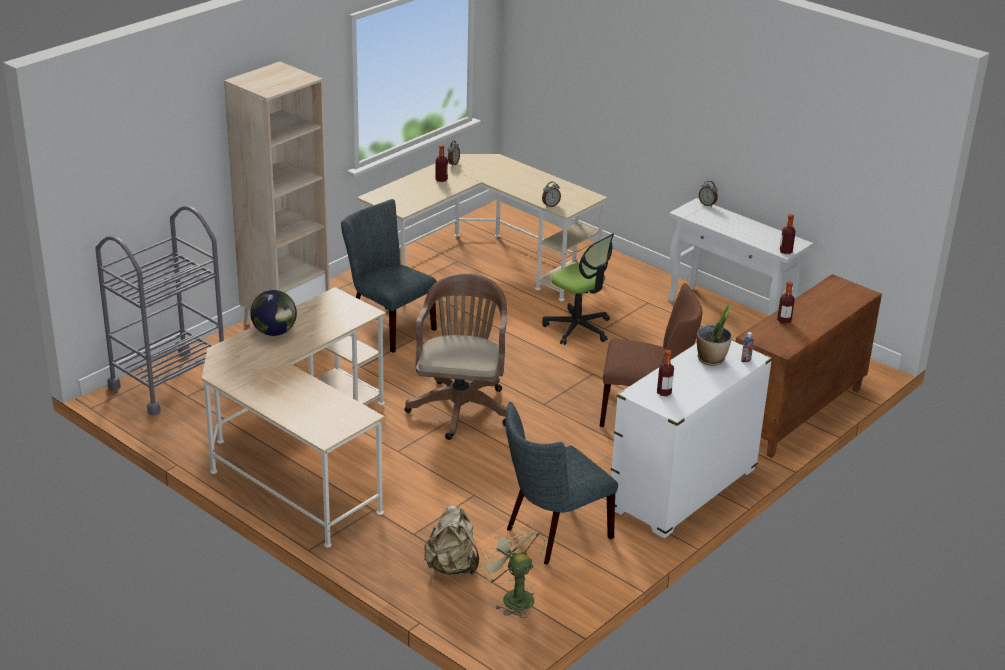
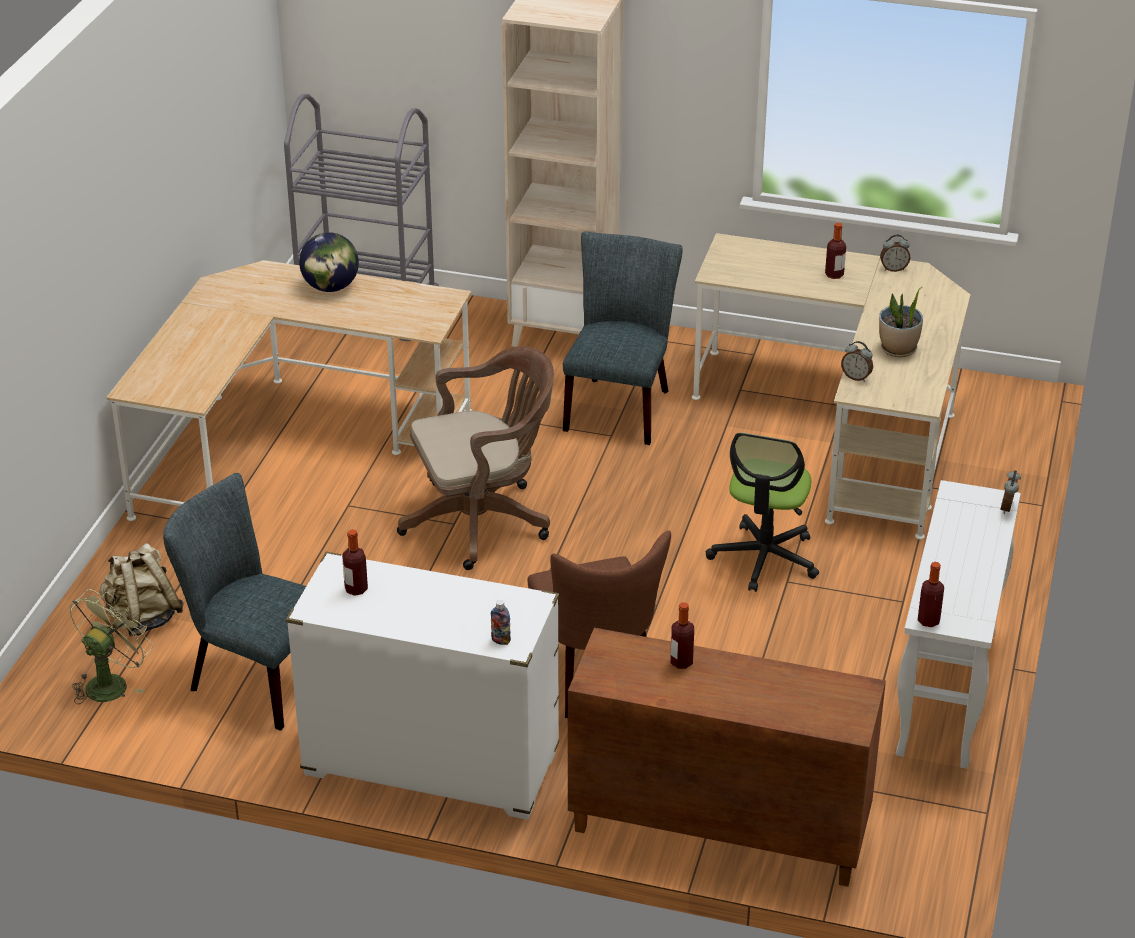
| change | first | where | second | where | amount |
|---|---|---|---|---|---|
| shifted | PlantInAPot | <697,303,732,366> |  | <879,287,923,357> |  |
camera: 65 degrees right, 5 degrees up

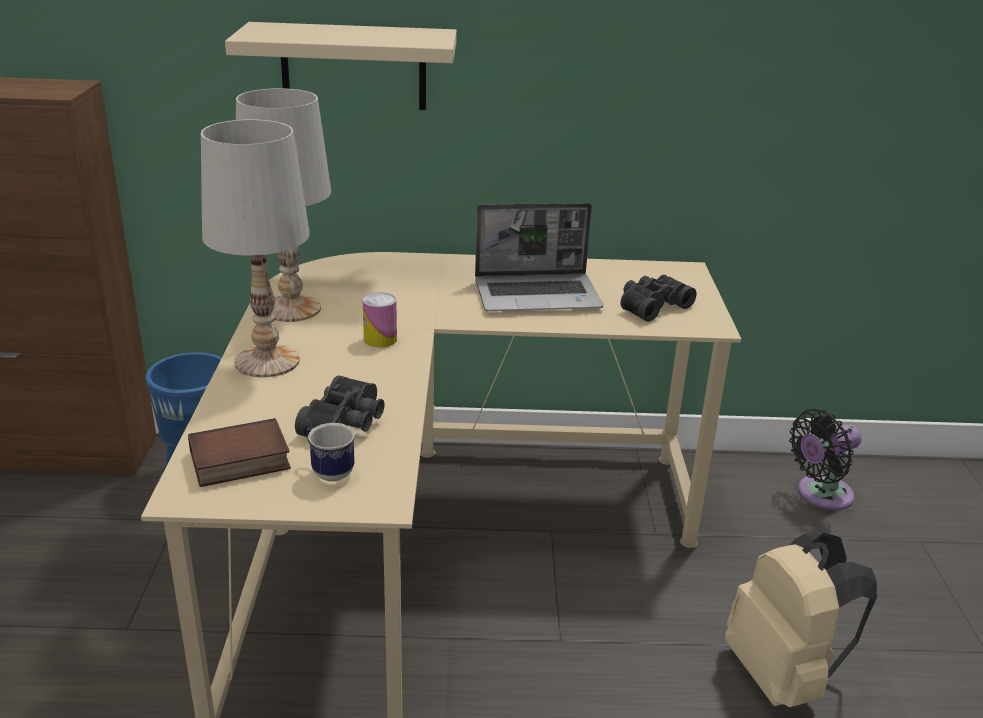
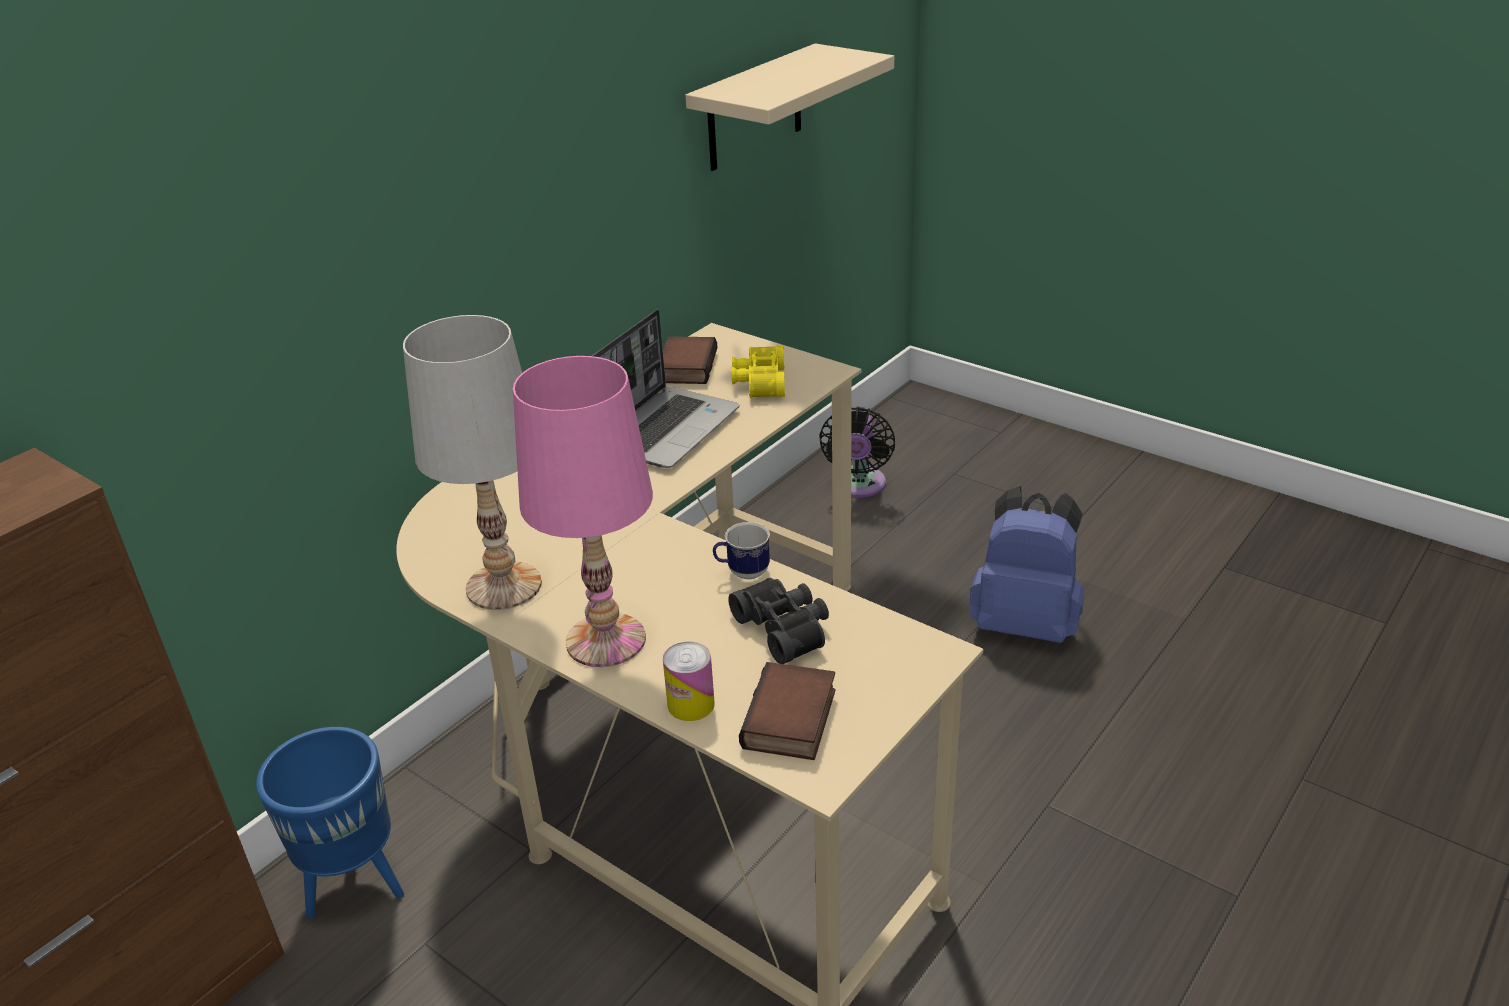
| change | first | where | second | where | amount |
|---|---|---|---|---|---|
| repainted | WhitishLampForATable | <201,119,310,378> | PinkColouredLampForATable | <513,356,653,667> |  |
| shifted | BeigeShelf | <225,22,457,110> |  | <685,44,894,171> |  |
| shifted | CoffeeMug | <306,423,355,482> |  | <713,522,770,579> |  |
| shifted | Can | <363,292,397,347> |  | <663,642,715,721> |  |
| repainted | BlackishFieldGlasses | <620,275,697,322> | YellowishFieldGlasses | <732,346,785,398> |  |
| repainted | BeigeKnapsack | <725,530,877,707> | BlueColouredKnapsack | <969,486,1084,643> |  |
| new |  |  | Volume | <663,336,717,384> |  |
camera: 50 degrees left, 5 degrees up

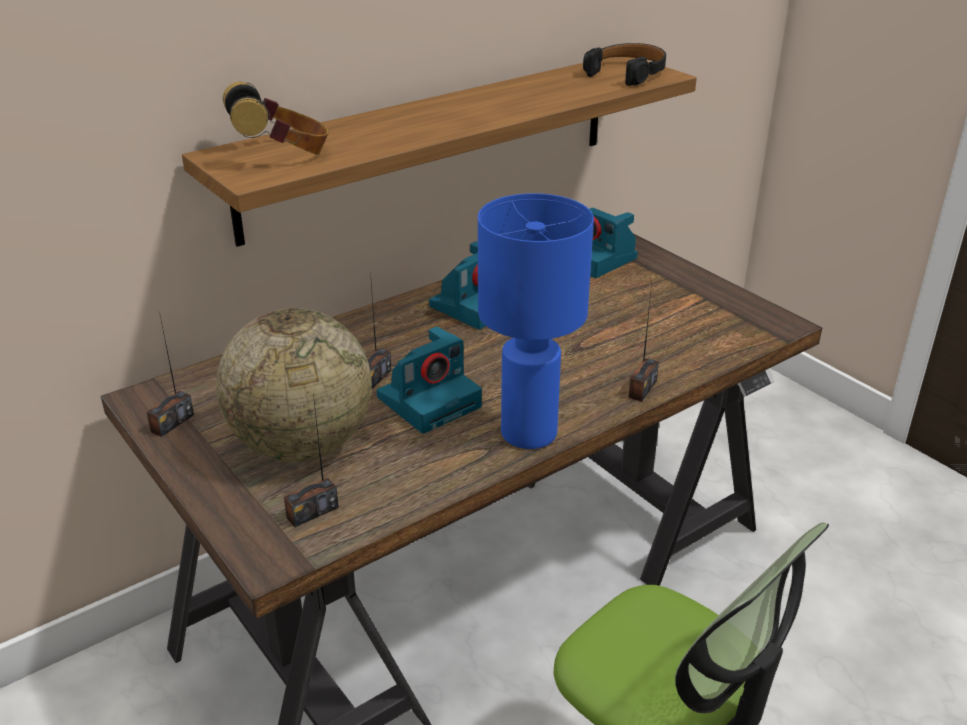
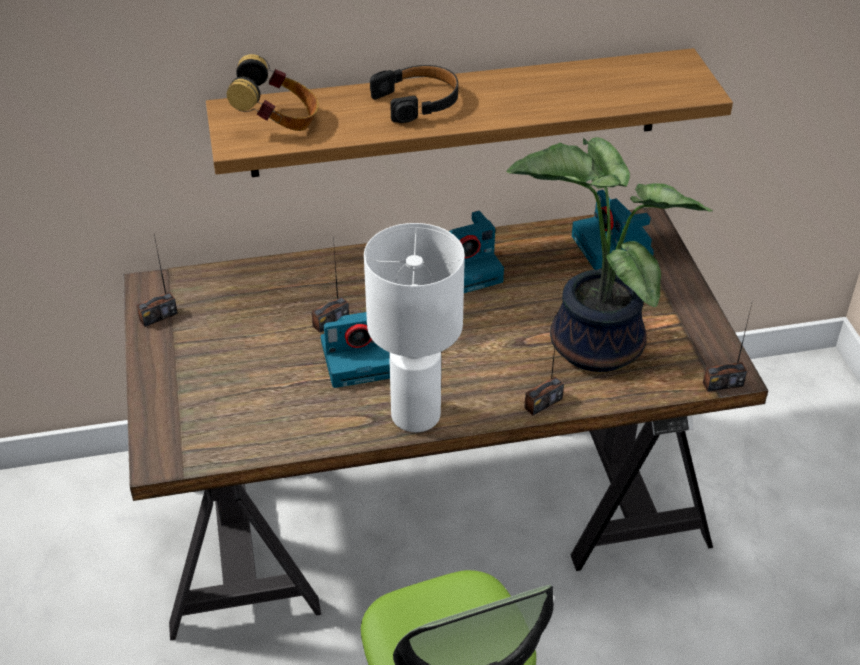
| change | first | where | second | where | amount |
|---|---|---|---|---|---|
| gone | Globe | <216,308,372,462> |  |  |  |
| shifted | RadioSet | <284,393,339,527> |  | <703,304,752,392> |  |
| repainted | BlueColouredLampForATable | <478,193,594,449> | WhitishLampForATable | <364,223,465,432> |  |
| shifted | BlackishHeadphones | <583,43,666,86> |  | <370,65,458,123> |  |
| new |  |  | PlantInAPot | <507,137,713,372> |  |
camera: 25 degrees right, 10 degrees up

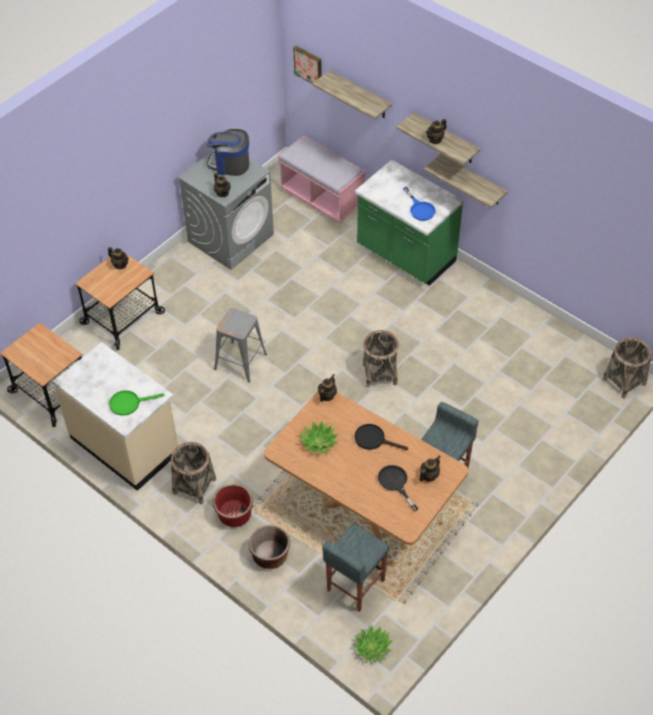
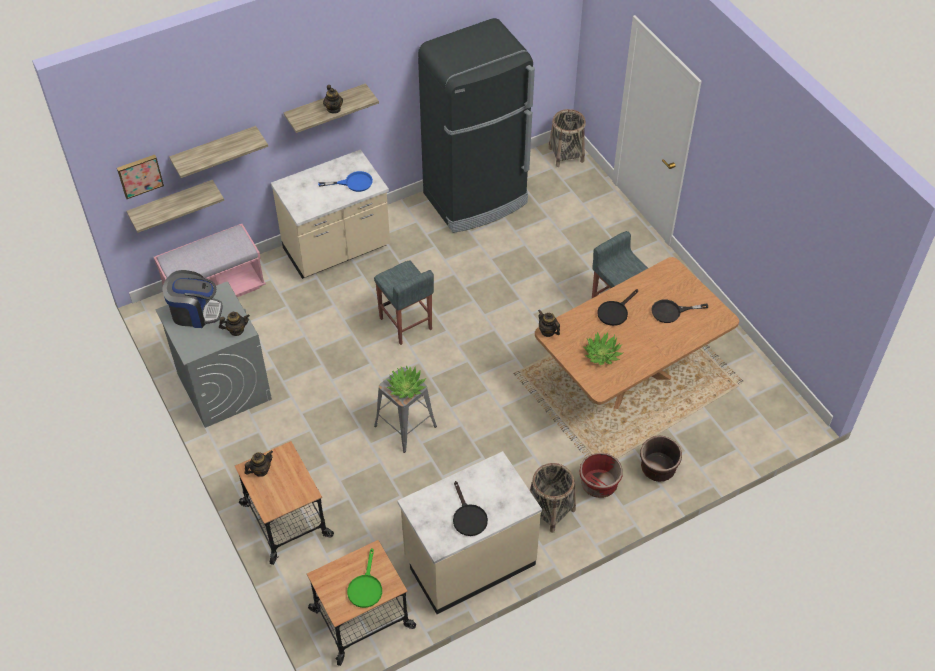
| change | first | where | second | where | amount |
|---|---|---|---|---|---|
| shifted | GreenishSkillet | <109,390,164,416> |  | <347,549,382,608> |  |
| rotated | CoffeeMachine | <206,129,249,176> |  | <163,270,223,328> | 120 degrees counterclockwise |
| shifted | GrayStoolSeat | <322,524,389,612> |  | <374,261,434,345> |  |
| shifted | PlantInAPot | <353,625,393,663> |  | <386,366,427,398> |  |
| repainted | GreenishKitchenCounter | <355,160,464,286> | BeigeKitchenCounter | <271,149,390,279> |  |
| gone | StorageBasket | <362,330,399,388> |  |  |  |
| gone | PotForTea | <419,455,441,482> |  |  |  |
| shifted | Shelf | <424,154,508,208> |  | <126,180,224,233> |  |
| new |  |  | BlackishRefrigerator | <418,18,535,233> |  |
| new |  |  | BlackishSkillet | <453,481,488,536> |  |
camera: 70 degrees left, 0 degrees up

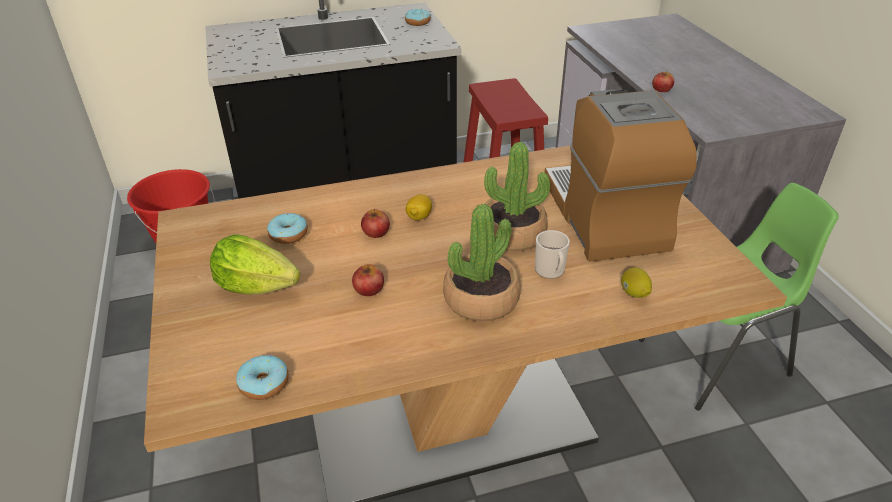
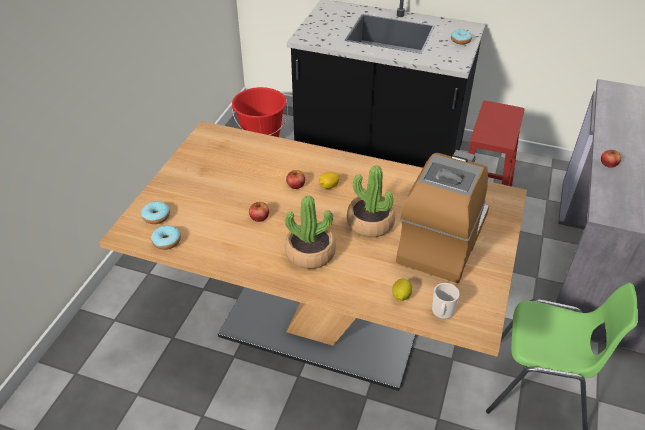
| change | first | where | second | where | amount |
|---|---|---|---|---|---|
| gone | Lettuce | <210,235,300,294> |  |  |  |
| shifted | RingDoughnut | <267,213,308,244> |  | <141,201,170,224> |  |
| shifted | CoffeeMug | <535,230,570,279> |  | <432,283,459,319> |  |
camera: 35 degrees right, 5 degrees up

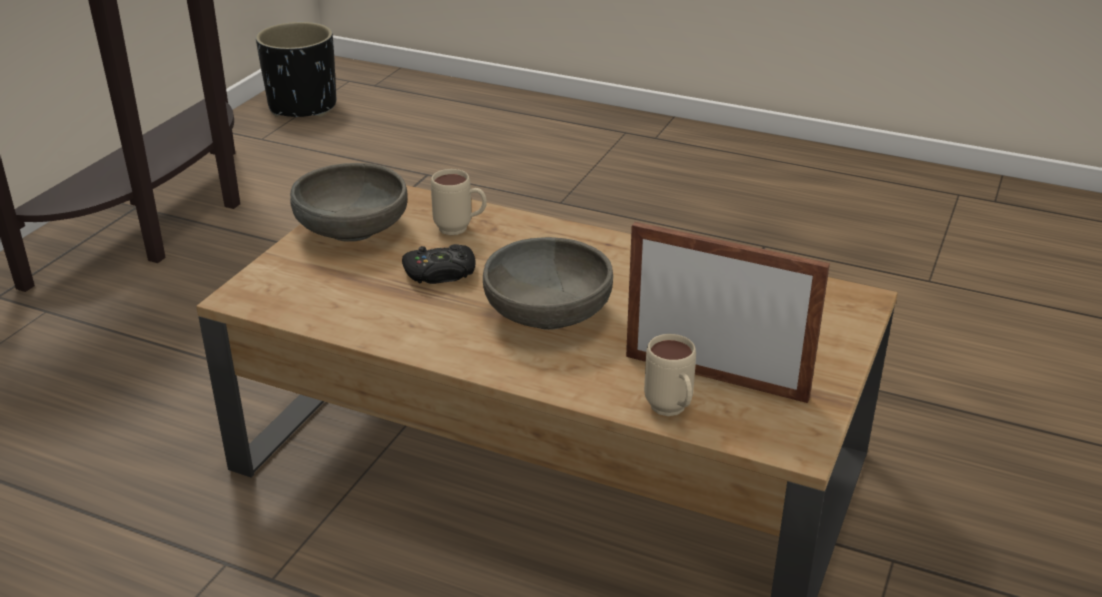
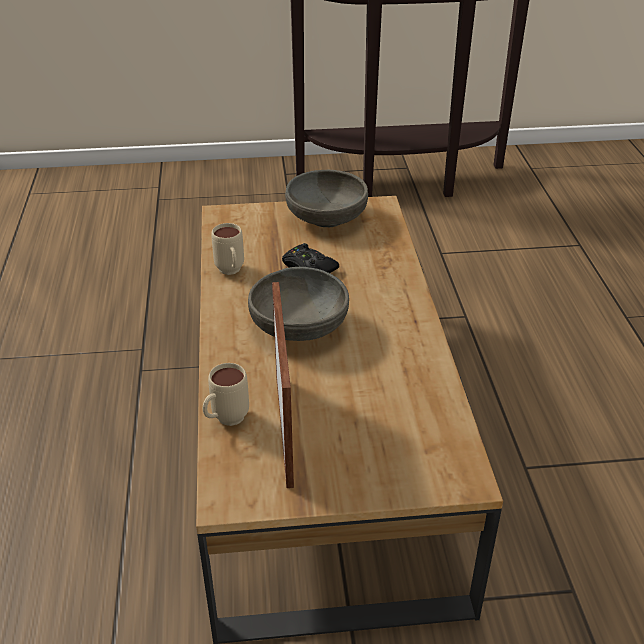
| change | first | where | second | where | amount |
|---|---|---|---|---|---|
| gone | BlackishPlantPot | <256,22,336,117> |  |  |  |
| shifted | BeigeCoffeeMug | <431,169,487,235> |  | <211,223,244,275> |  |
camera: 60 degrees right, 5 degrees up

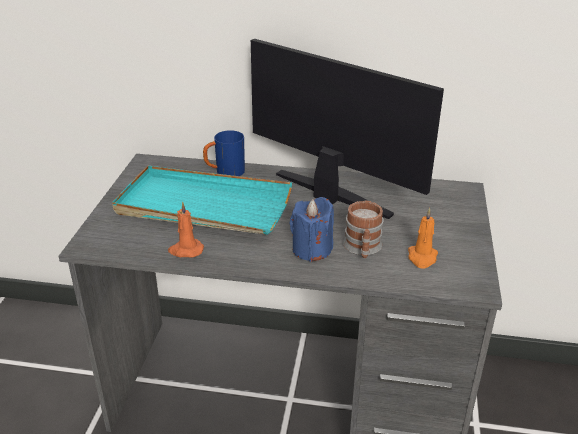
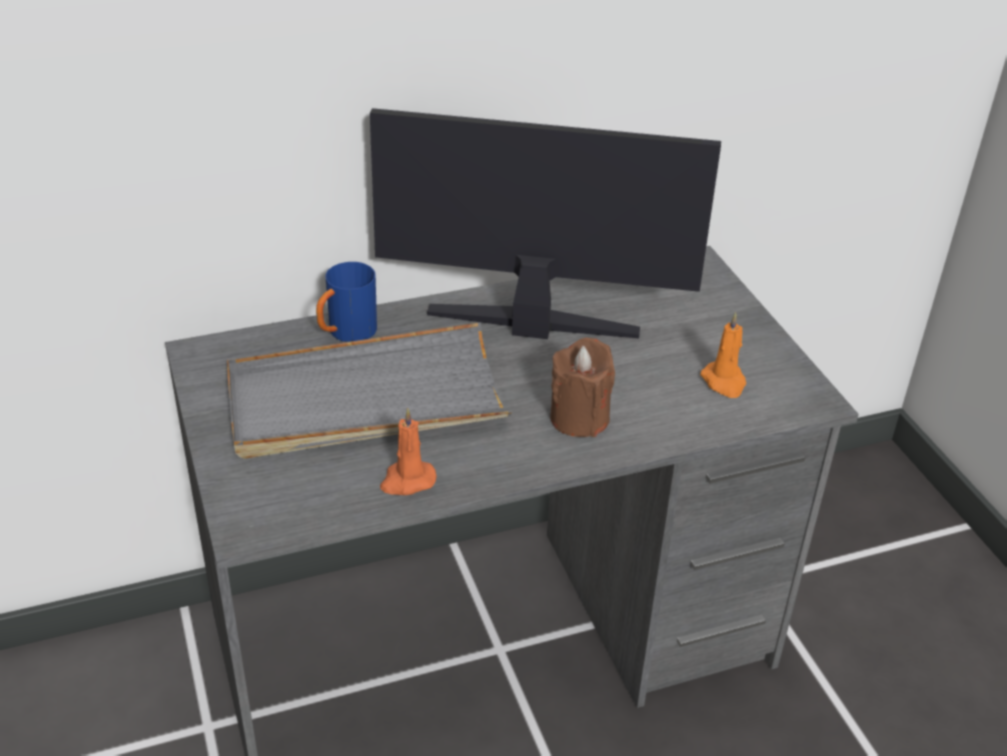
| change | first | where | second | where | amount |
|---|---|---|---|---|---|
| repainted | BlueGreenTray | <112,166,292,235> | GrayTray | <227,323,512,459> |  |
| repainted | BlueColouredCandle | <289,197,334,262> | BrownColouredCandle | <550,338,615,437> |  |
| gone | CoffeeMug | <343,200,383,258> |  |  |  |
camera: 30 degrees left, 5 degrees up

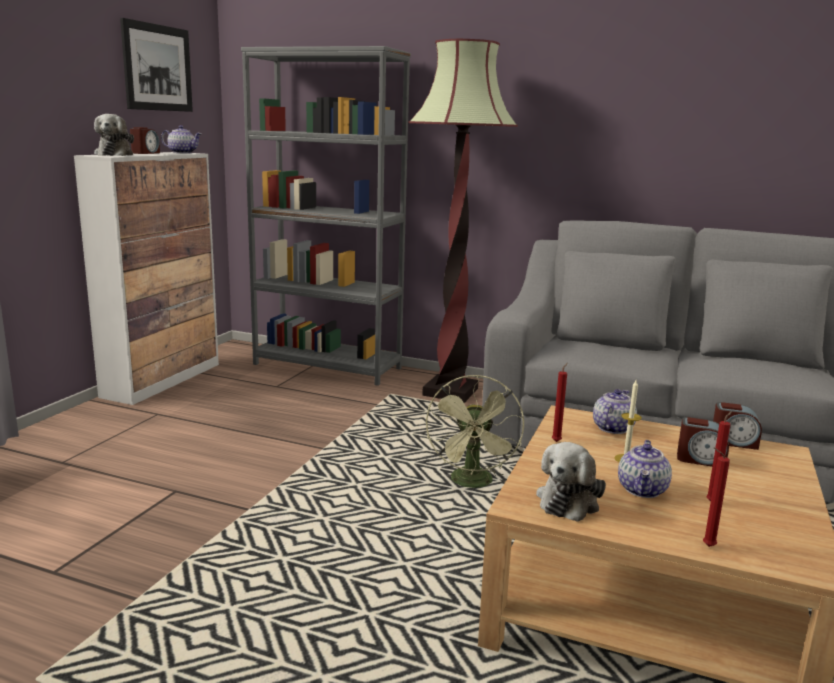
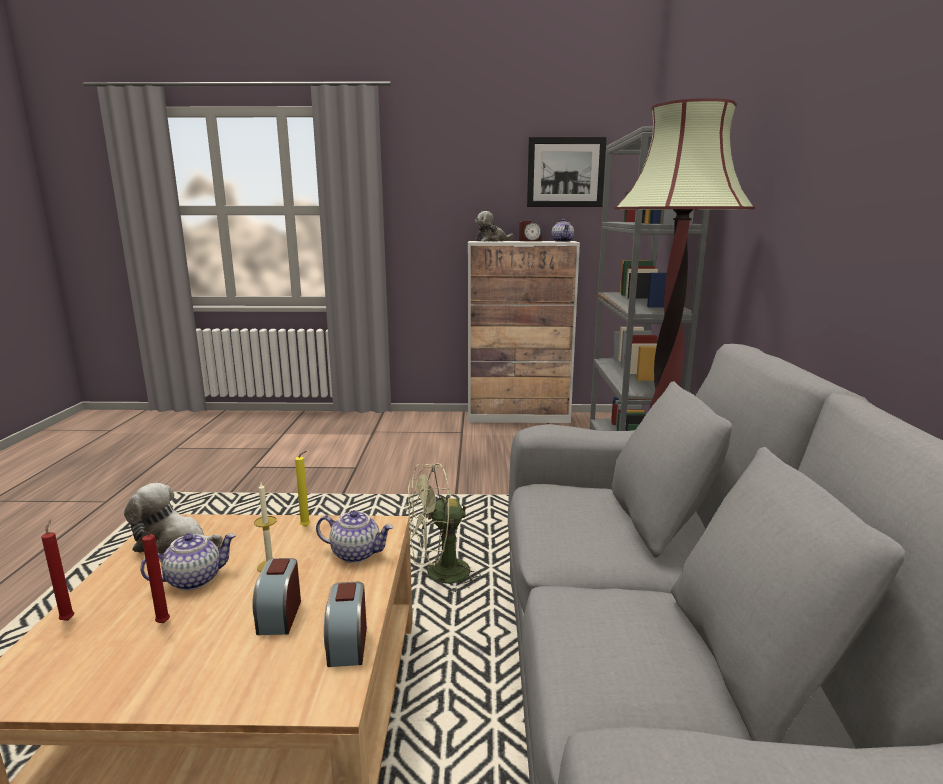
| change | first | where | second | where | amount |
|---|---|---|---|---|---|
| repainted | RedCandle | <552,363,568,442> | YellowishCandle | <295,451,311,527> |  |
| rotated | PotForTea | <618,440,672,498> |  | <140,533,236,590> | 150 degrees clockwise |
camera: 70 degrees right, 0 degrees up

